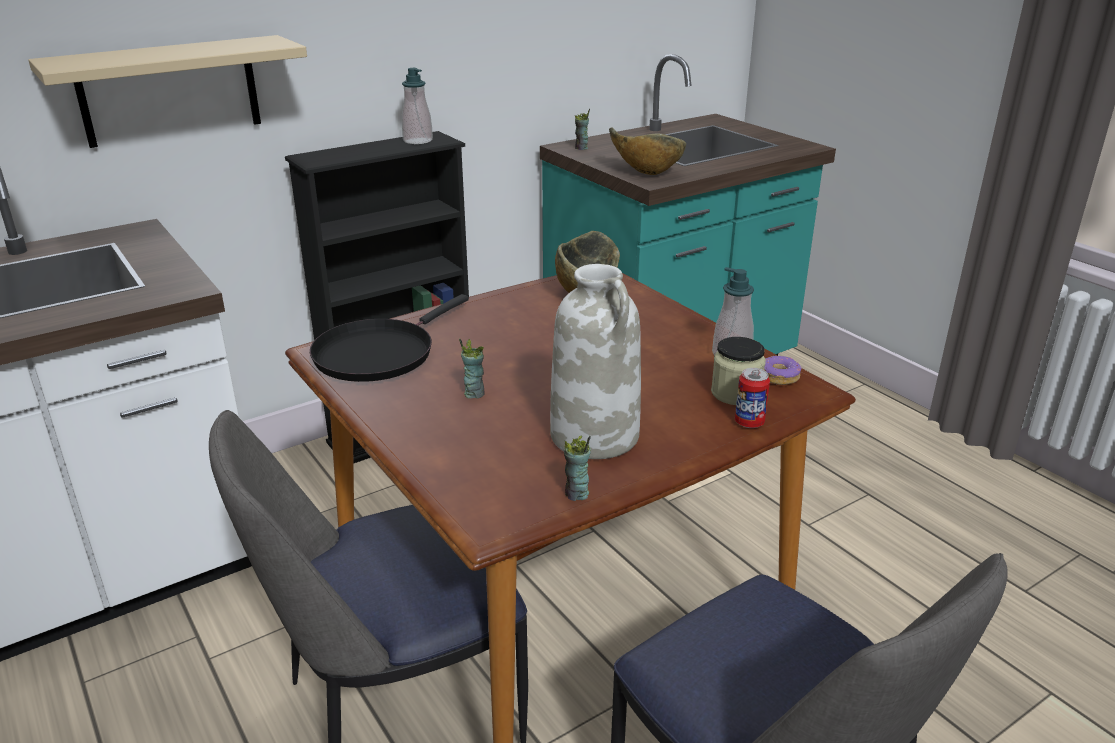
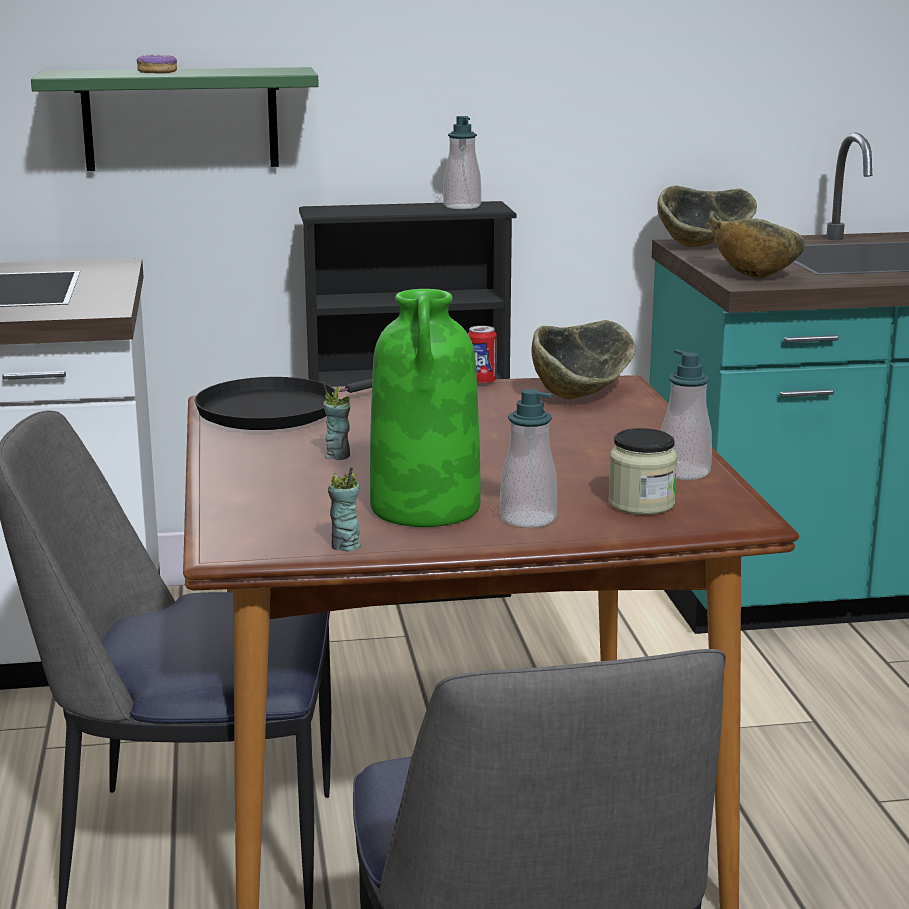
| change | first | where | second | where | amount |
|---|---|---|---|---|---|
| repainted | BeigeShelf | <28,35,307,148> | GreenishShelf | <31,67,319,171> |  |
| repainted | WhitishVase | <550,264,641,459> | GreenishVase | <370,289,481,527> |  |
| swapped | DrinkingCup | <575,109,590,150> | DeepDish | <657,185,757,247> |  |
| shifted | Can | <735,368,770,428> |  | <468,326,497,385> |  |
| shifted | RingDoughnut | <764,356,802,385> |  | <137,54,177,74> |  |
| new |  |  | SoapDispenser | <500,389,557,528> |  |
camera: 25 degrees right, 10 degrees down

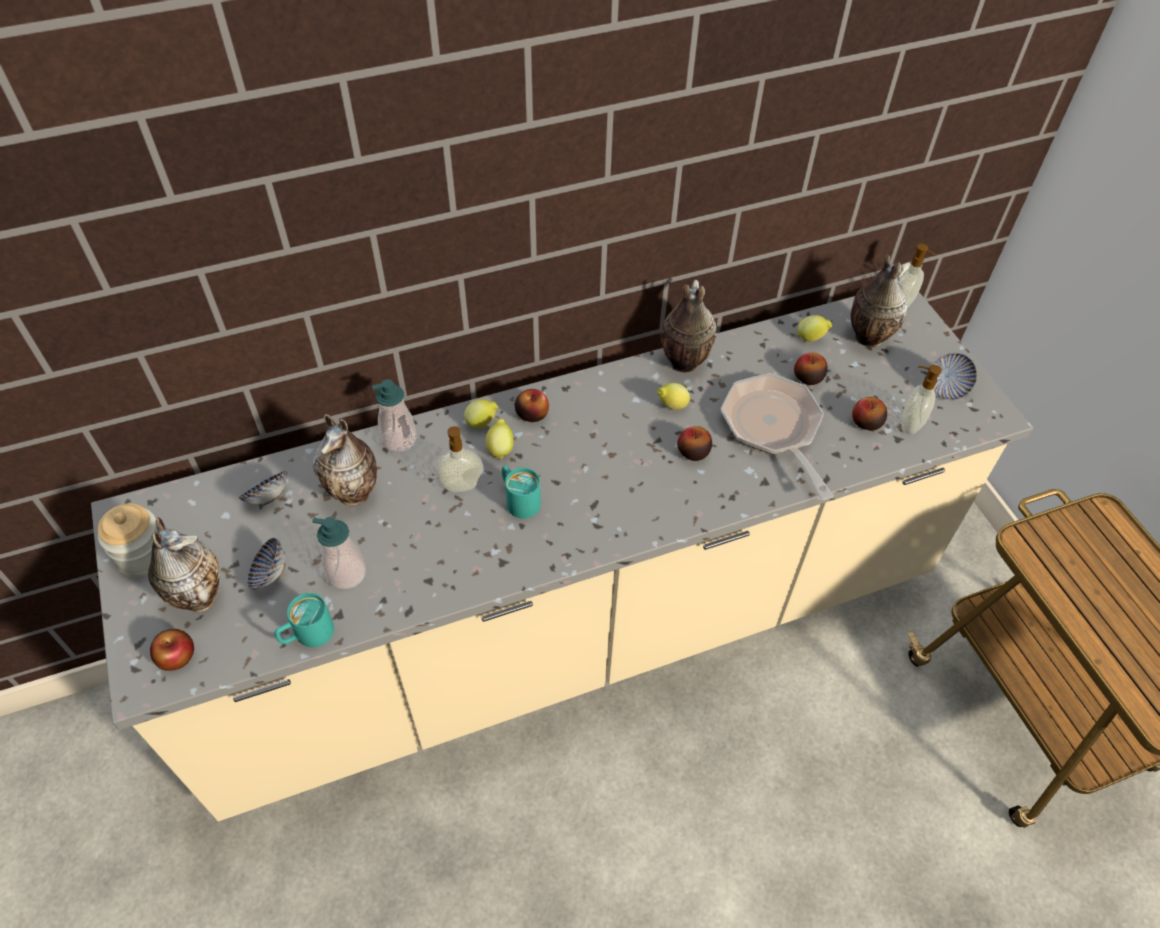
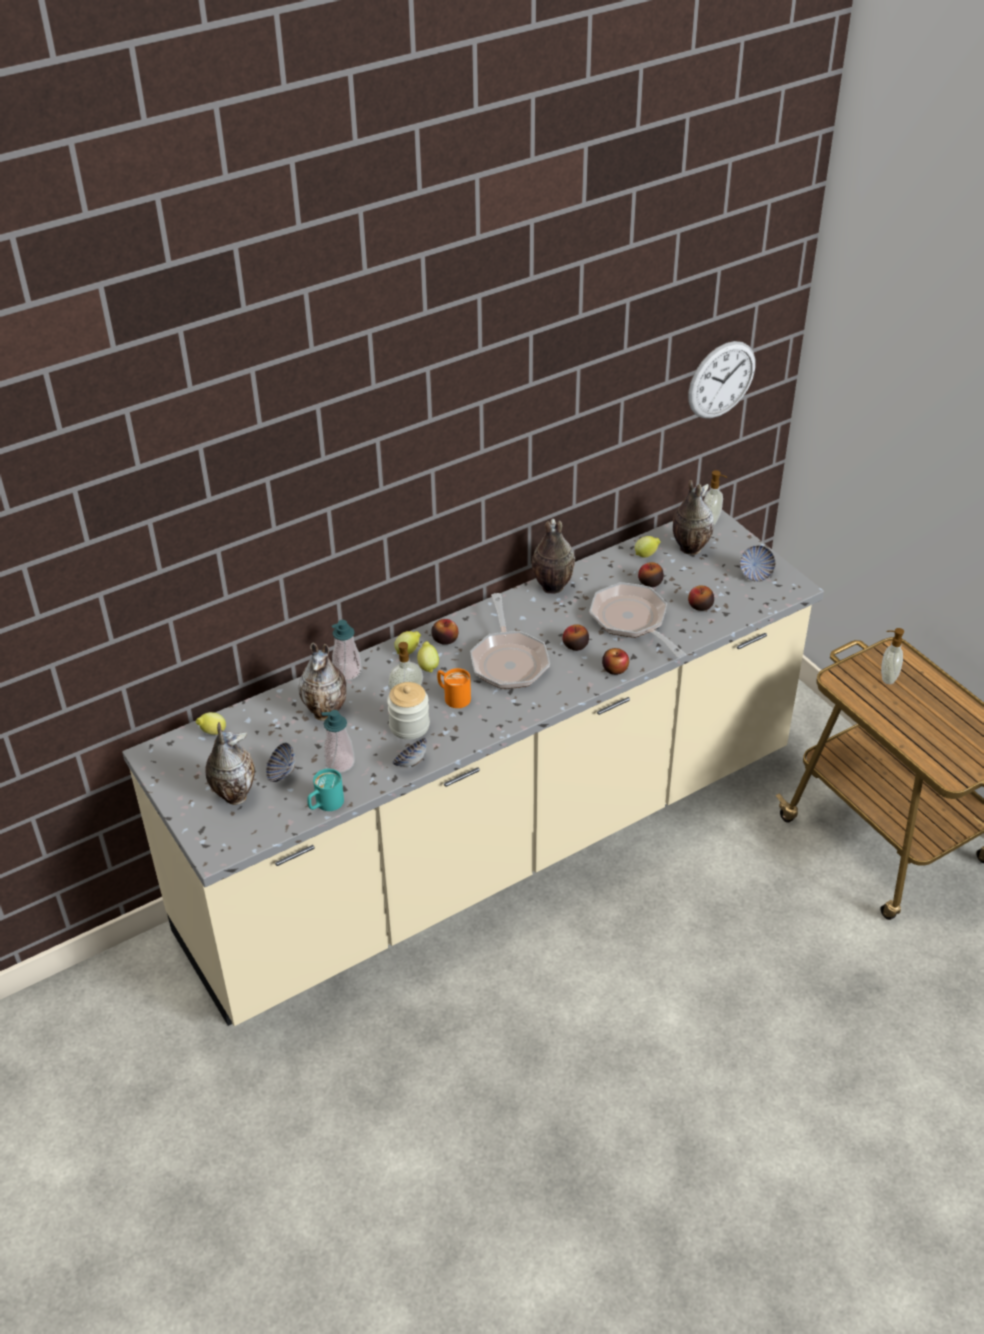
| change | first | where | second | where | amount |
|---|---|---|---|---|---|
| shifted | PreserveJar | <98,504,158,579> |  | <387,682,430,740> |  |
| shifted | AppleFruit | <150,629,194,671> |  | <602,648,629,675> |  |
| shifted | DeepDish | <238,471,287,505> |  | <392,738,427,767> |  |
| repainted | BlueGreenCoffeeMug | <502,465,541,519> | OrangeColouredCoffeeMug | <437,668,471,708> |  |
| shifted | Lemon | <657,383,690,410> |  | <196,712,226,735> |  |
| shifted | SoapDispenser | <901,365,942,435> |  | <881,628,904,684> |  |
| new |  |  | Skillet | <470,593,550,689> |  |
| new |  |  | HangingClock | <688,341,755,419> |  |
camera: 10 degrees left, 10 degrees down

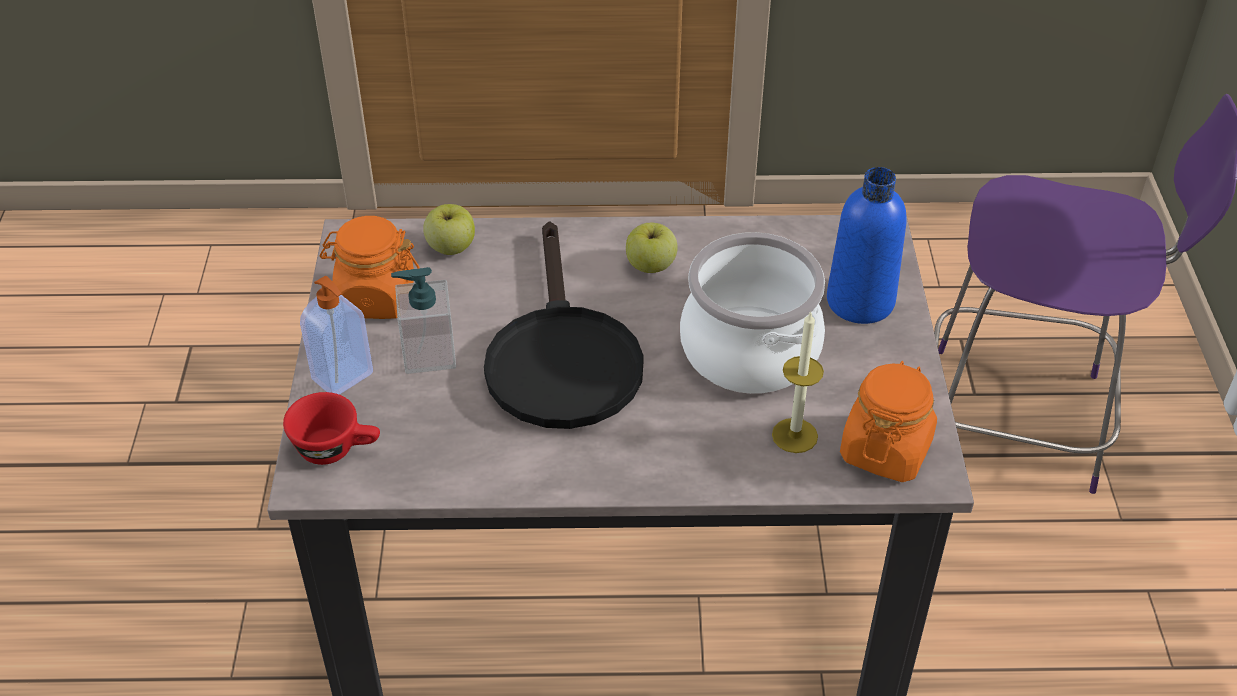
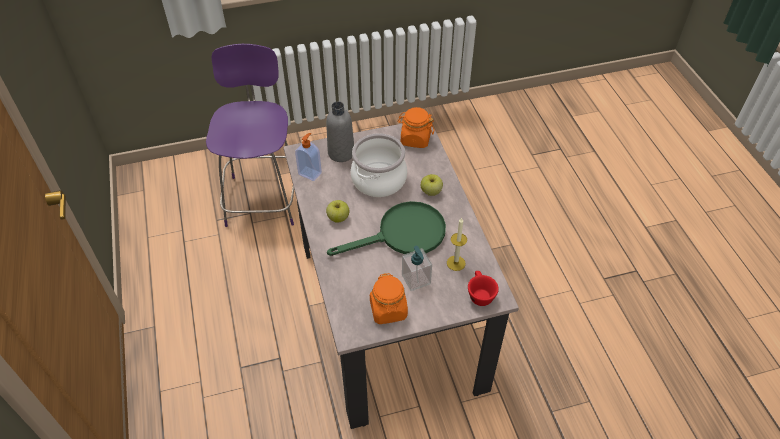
| change | first | where | second | where | amount |
|---|---|---|---|---|---|
| shifted | SoapDispenser | <300,276,373,395> |  | <295,133,322,181> |  |
| shifted | AppleFruit | <423,204,475,255> |  | <421,174,443,196> |  |
| repainted | BlackishSkillet | <484,221,644,429> | GreenishSkillet | <327,201,446,256> |  |
| shifted | Candle | <772,311,824,453> |  | <447,218,467,271> |  |
| repainted | BlueColouredDrinkBottle | <827,167,907,324> | GrayDrinkBottle | <326,101,354,162> |  |
camera: 105 degrees left, 5 degrees up

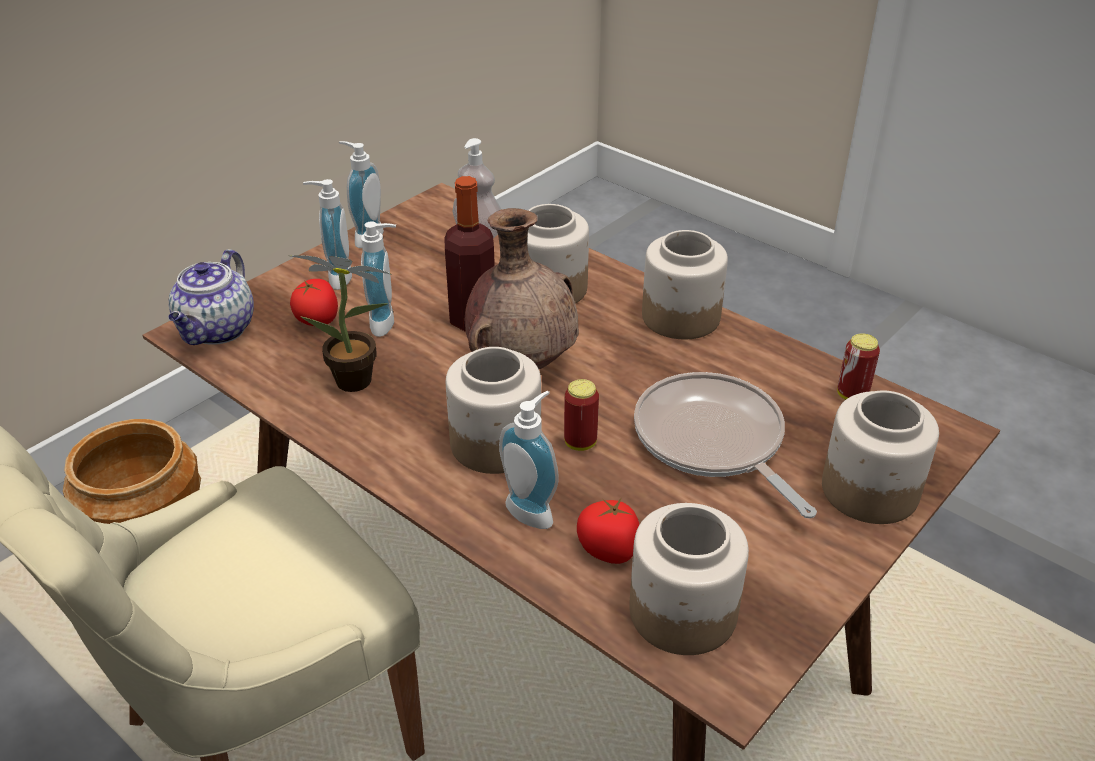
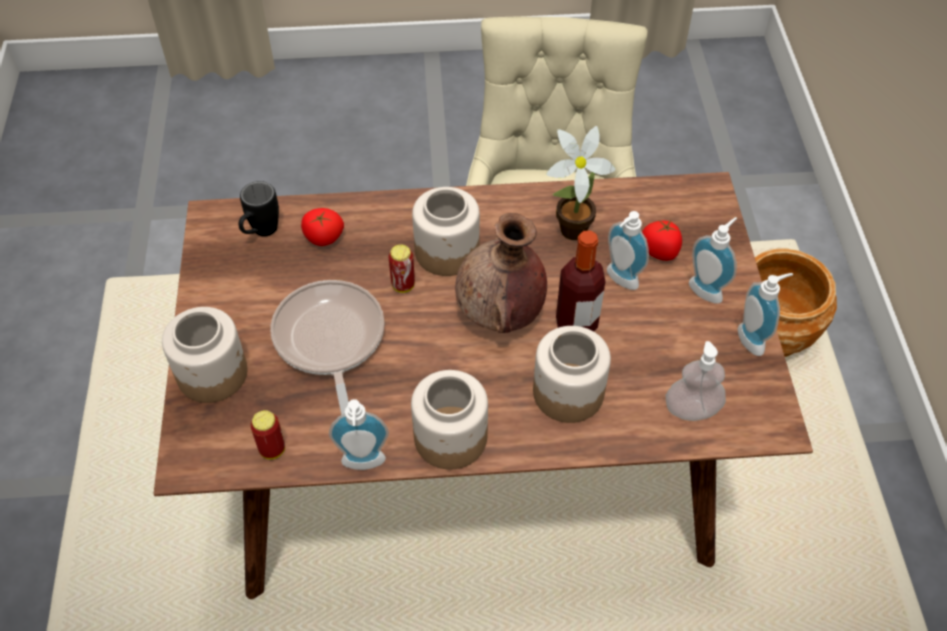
| change | first | where | second | where | amount |
|---|---|---|---|---|---|
| gone | PotForTea | <168,249,254,345> |  |  |  |
| shifted | SoapDispenser | <499,391,559,529> |  | <329,399,389,470> |  |
| swapped | PreserveJar | <629,503,749,655> | BlackishCoffeeMug | <239,181,279,236> |  |
| rotated | Skillet | <634,372,817,518> |  | <270,280,385,415> | 120 degrees counterclockwise |
camera: 135 degrees right, 15 degrees up

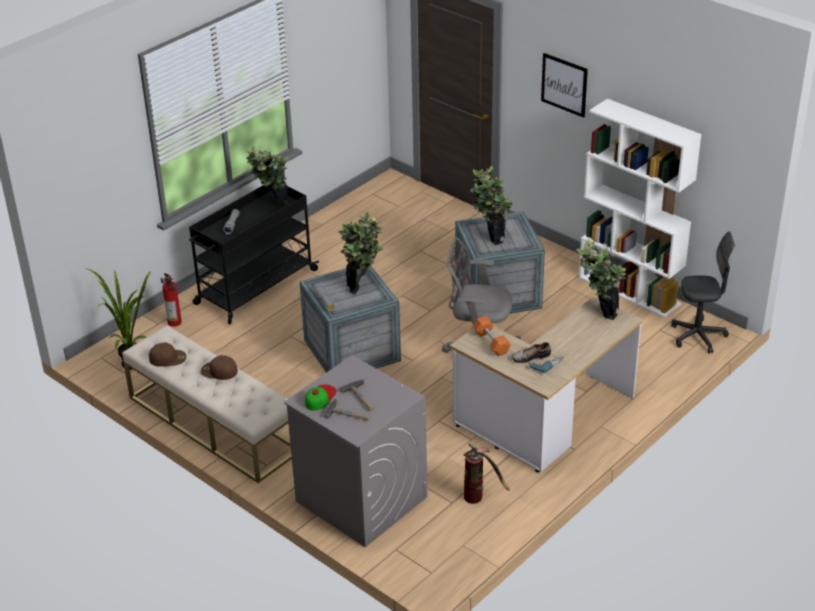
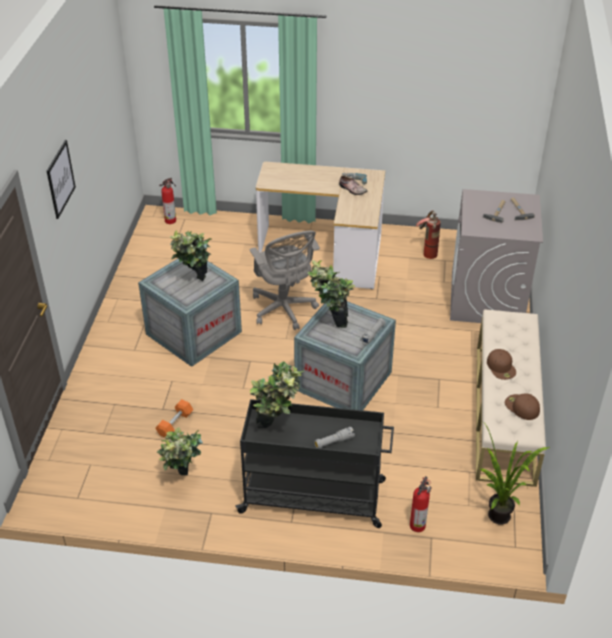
| change | first | where | second | where | amount |
|---|---|---|---|---|---|
| gone | Cap | <305,385,337,411> |  |  |  |
| shifted | OrangeColouredFreeWeight | <473,316,511,356> |  | <156,399,193,437> |  |
| shifted | PlantInAPot | <576,238,627,320> |  | <157,427,203,475> |  |
| gone | WhitishShelvingUnit | <579,99,702,318> |  |  |  |
| swapped | GrayDeskChair | <671,231,735,354> | Extinguisher | <159,178,176,224> |  |
camera: 125 degrees left, 5 degrees up

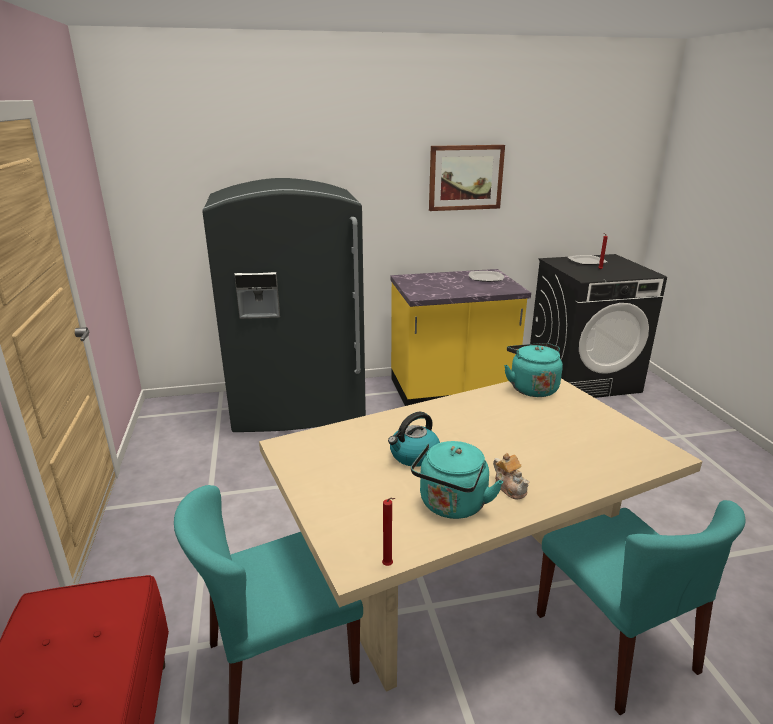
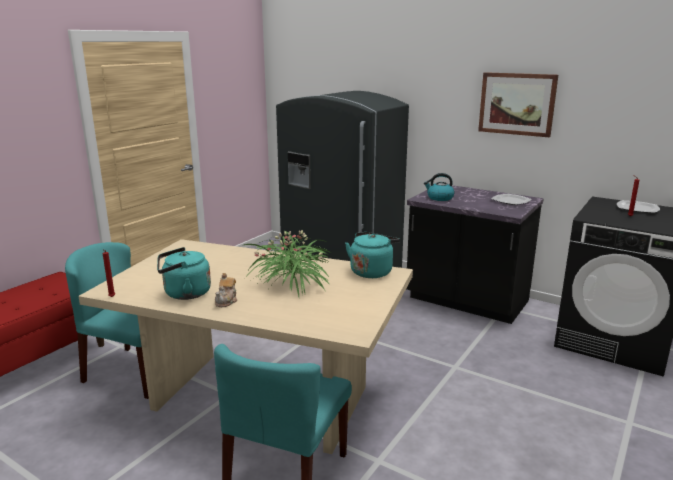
| change | first | where | second | where | amount |
|---|---|---|---|---|---|
| shifted | WaterKettle | <388,412,440,467> |  | <424,173,455,201> |  |
| repainted | YellowishKitchenCounter | <391,269,531,406> | BlackishKitchenCounter | <406,185,543,324> |  |
| new |  |  | PlantInAPot | <244,230,331,297> |  |
camera: 45 degrees right, 5 degrees down

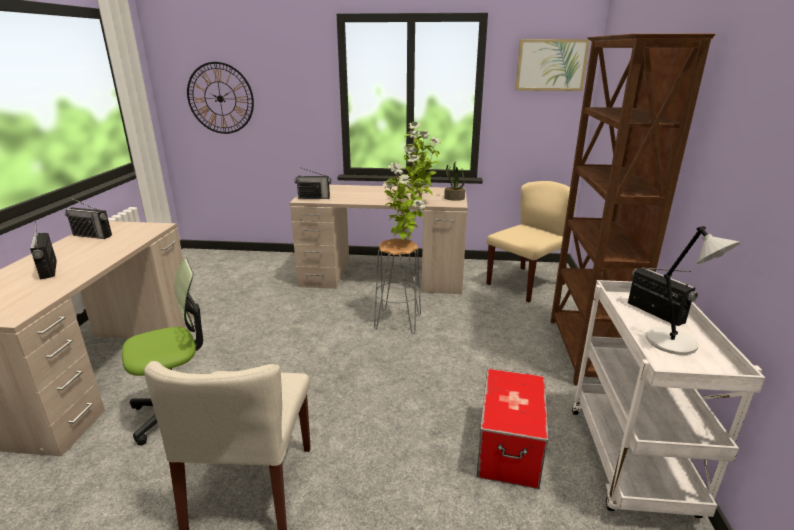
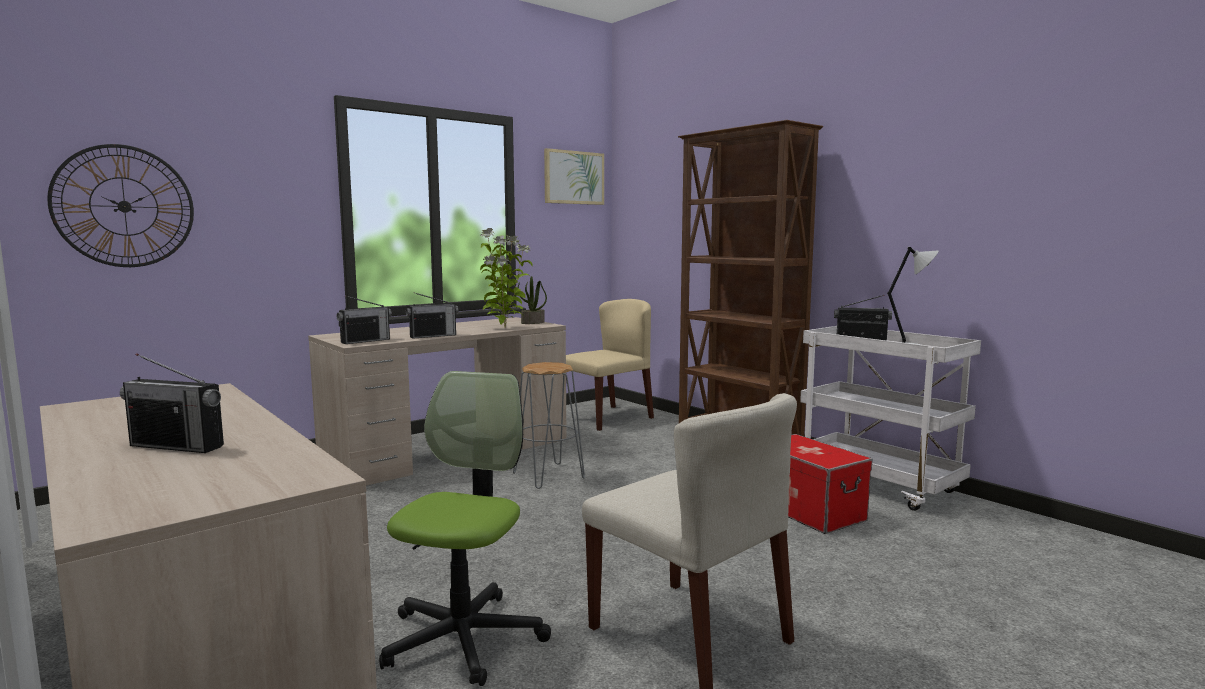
| change | first | where | second | where | amount |
|---|---|---|---|---|---|
| shifted | RadioSet | <65,197,112,239> |  | <406,293,458,338> |  |
| gone | PlantInAPot | <382,155,426,244> |  |  |  |
| rotated | BeigeChair | <486,181,577,303> |  | <566,299,654,431> | 45 degrees clockwise |
camera: 45 degrees left, 15 degrees down

